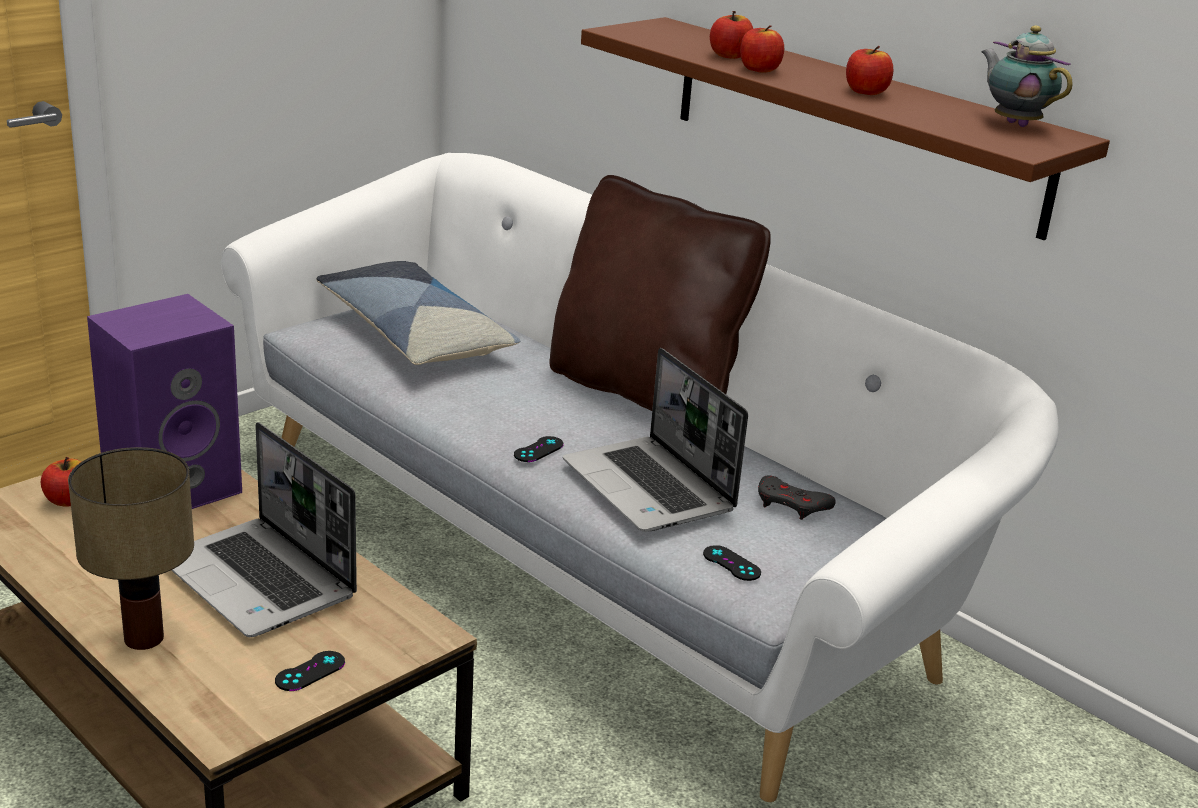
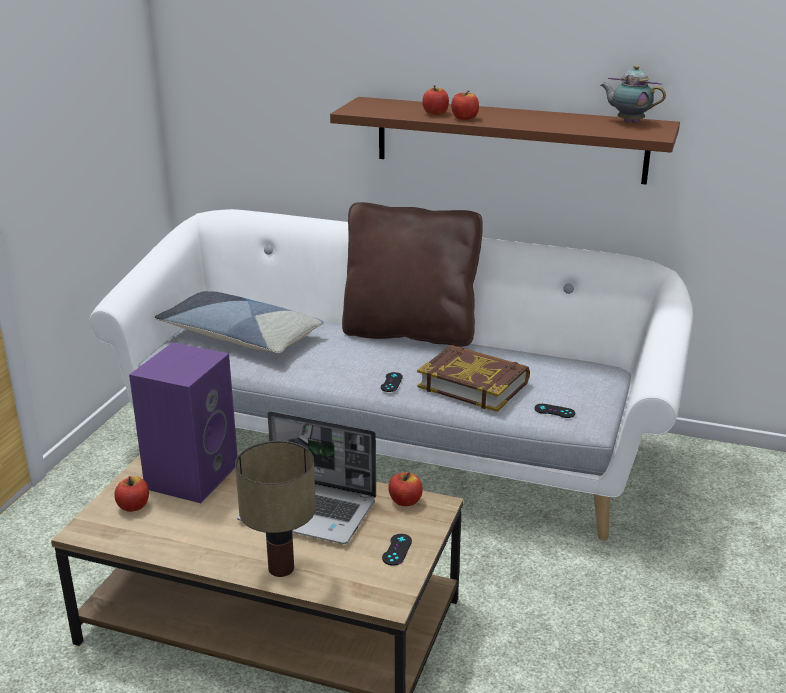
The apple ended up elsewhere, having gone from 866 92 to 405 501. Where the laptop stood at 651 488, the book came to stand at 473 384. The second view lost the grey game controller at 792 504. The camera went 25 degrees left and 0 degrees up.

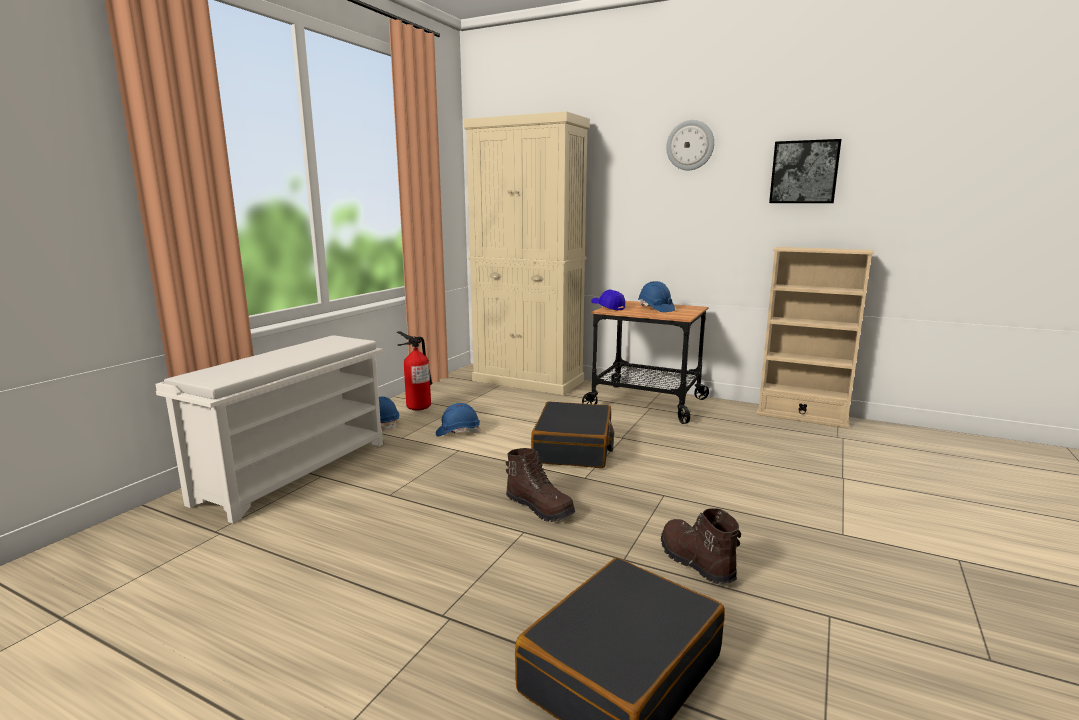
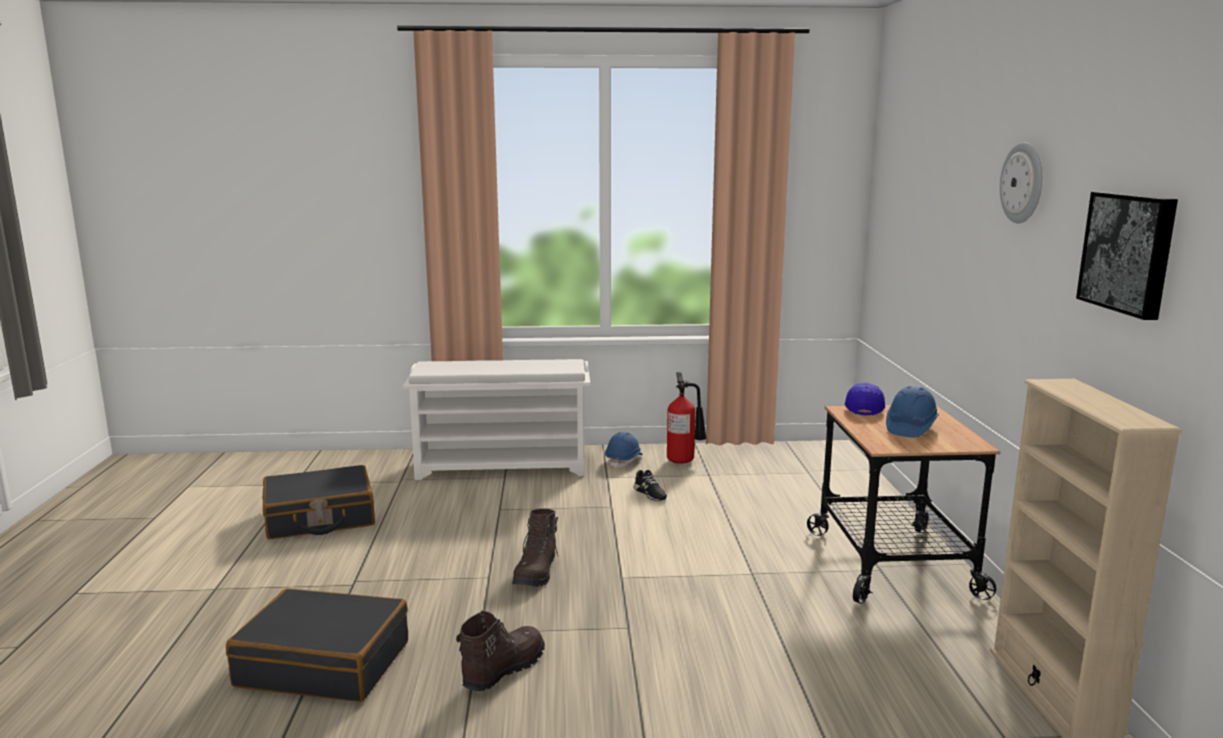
The black suitcase ended up elsewhere, having gone from 574 448 to 320 518. Where the blue hard hat stood at 458 432, the black shoe came to stand at 650 493. The second view lost the beige cabinet at 528 381. The camera went 60 degrees right and 0 degrees up.

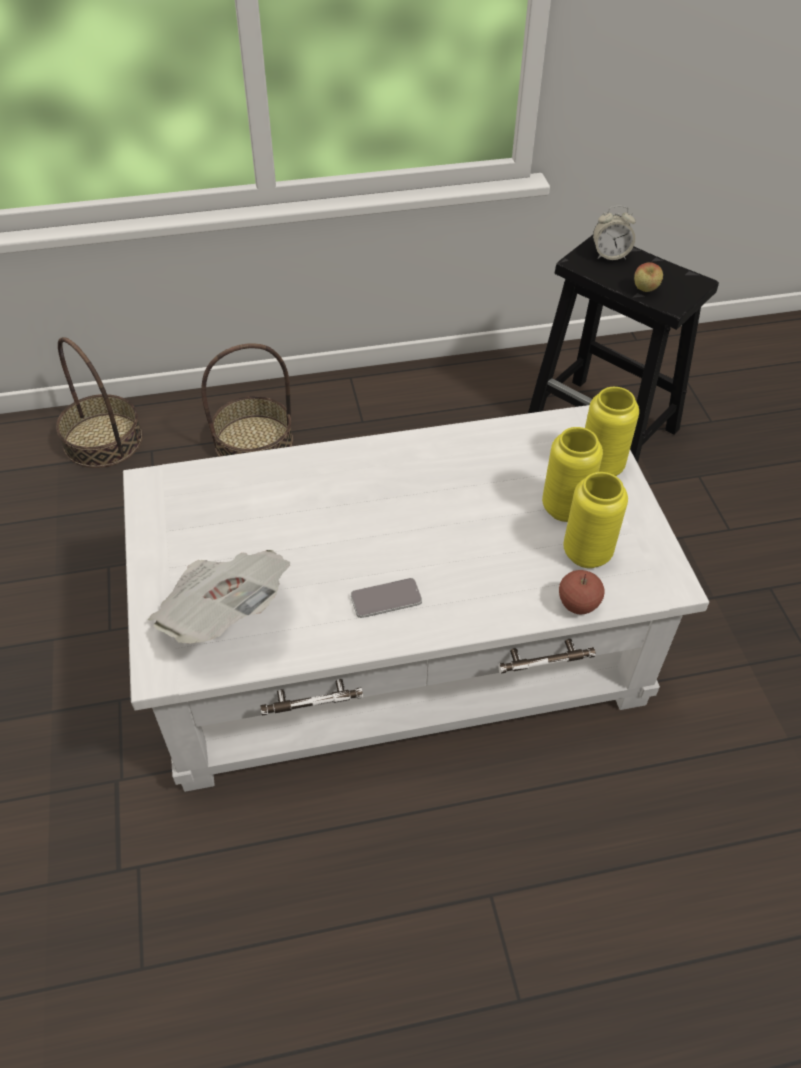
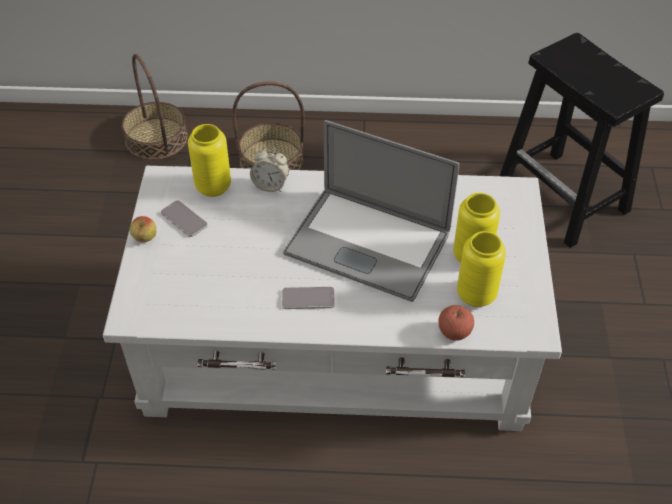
The apple ended up elsewhere, having gone from 645 290 to 145 239. The second view gained the phone at 184 219. The yellow vase ended up elsewhere, having gone from 600 467 to 213 187. The alarm clock ended up elsewhere, having gone from 610 255 to 270 185. The second view gained the laptop at 367 243. The second view lost the newspaper at 223 614. The camera went 15 degrees right and 0 degrees up.

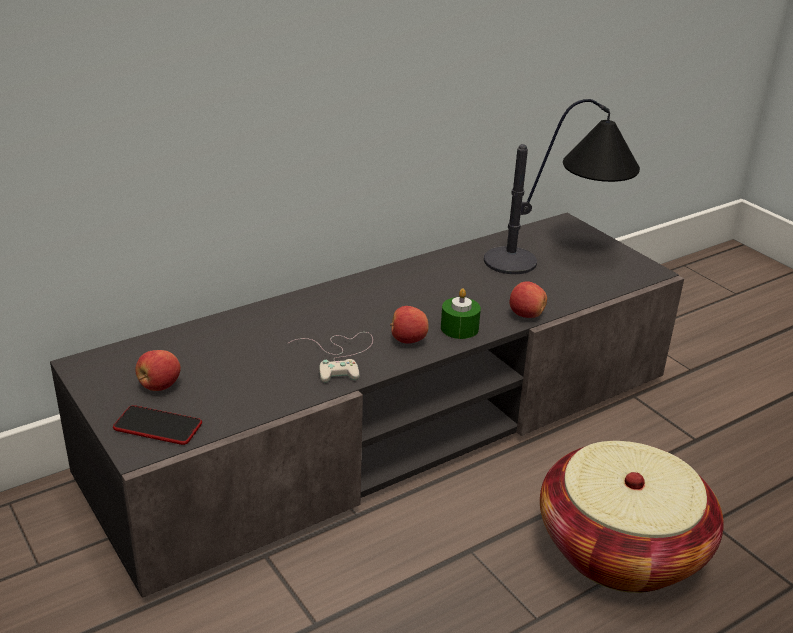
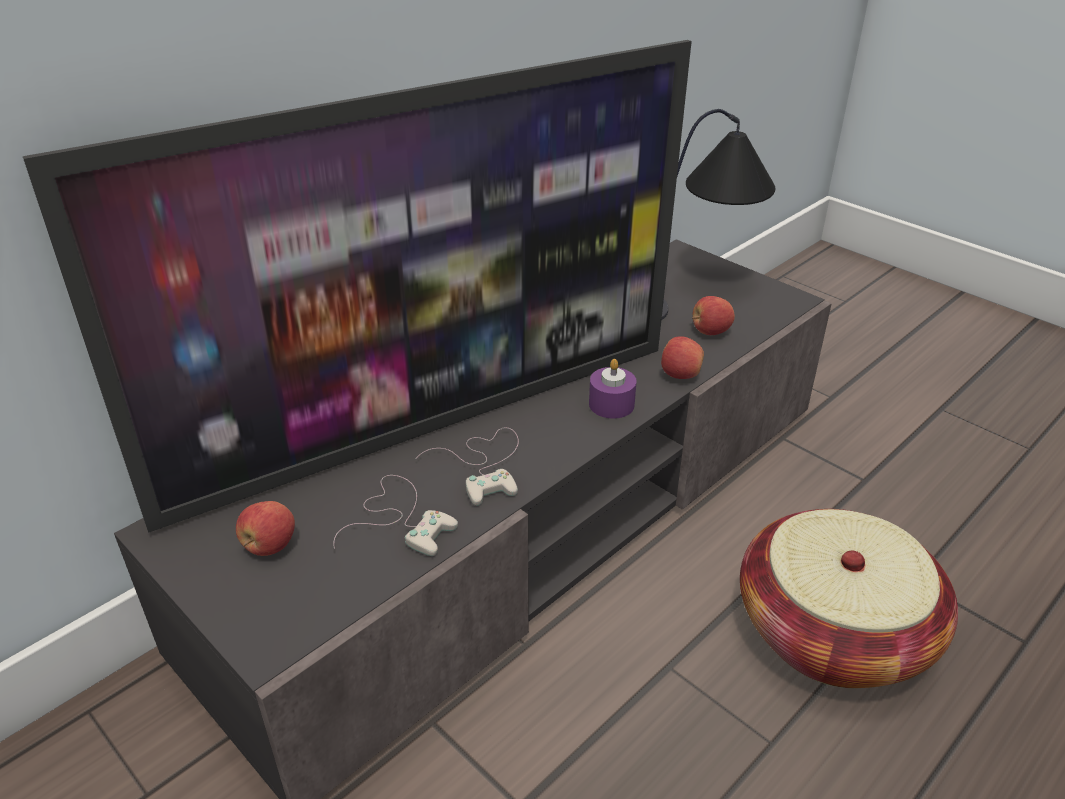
The second view gained the television at 432 424. The second view gained the white game controller at 399 519. What was the green candle at 459 328 turned into the purple candle at 611 404. The apple ended up elsewhere, having gone from 408 340 to 710 331. The second view lost the phone at 158 426. The camera went 10 degrees left and 5 degrees up.

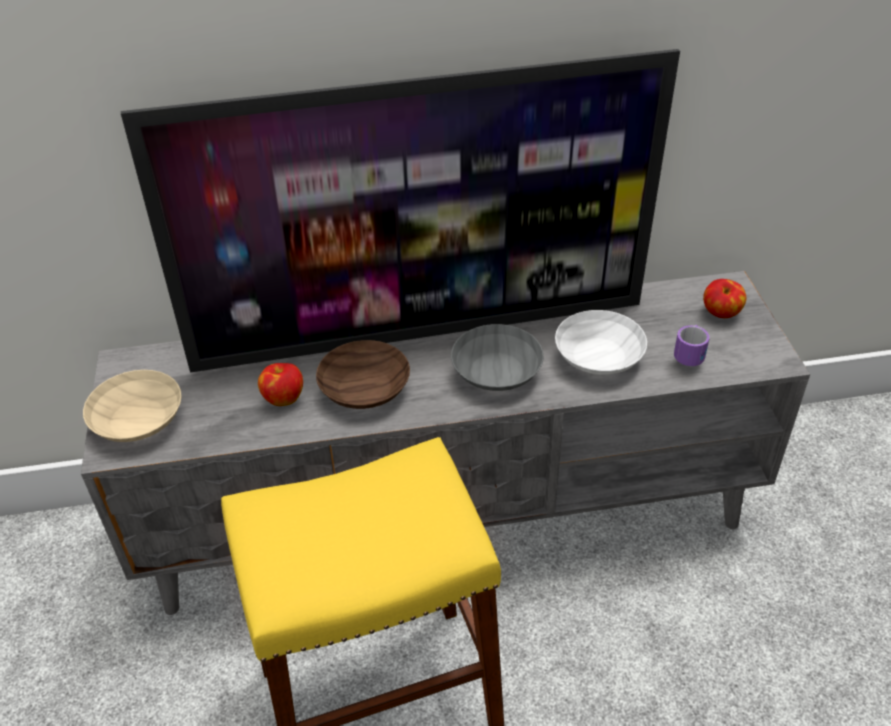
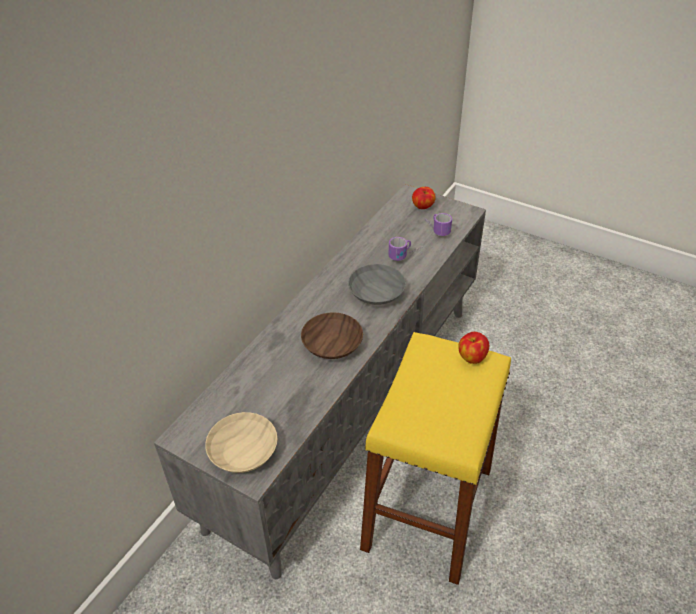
Where the white bowl stood at 600 356, the mug came to stand at 406 256. The apple ended up elsewhere, having gone from 283 398 to 471 357. The second view lost the television at 421 332. The camera went 50 degrees left and 0 degrees up.

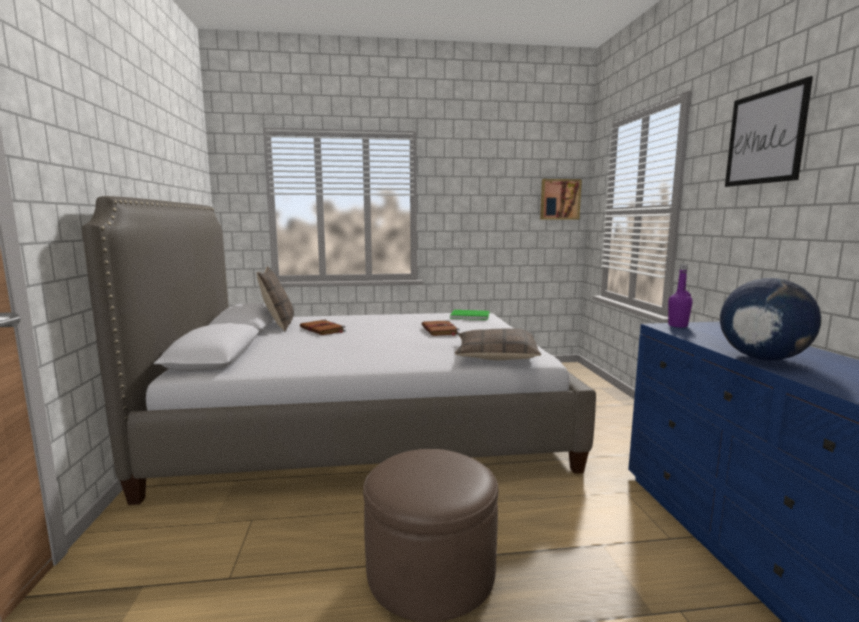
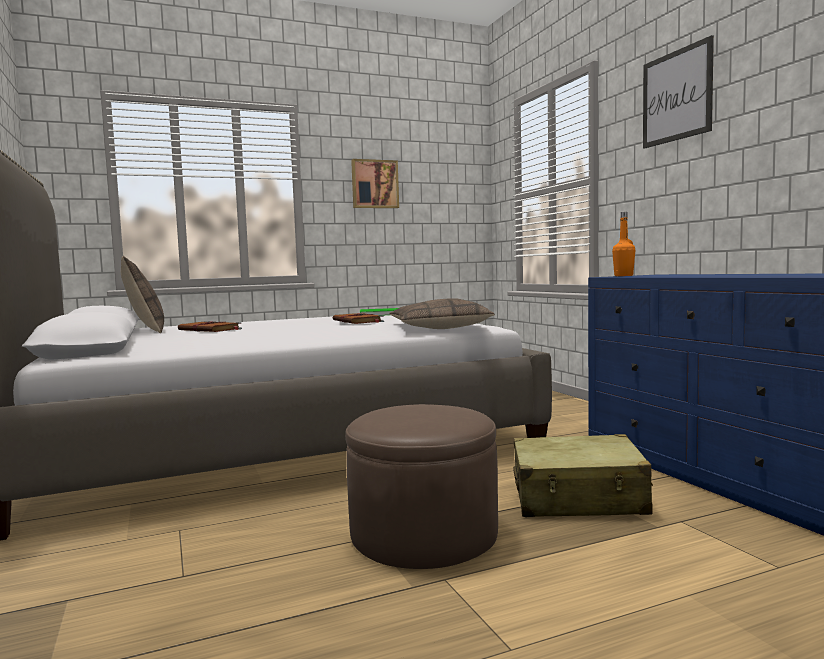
The picture ended up elsewhere, having gone from 559 199 to 374 184. The second view gained the beige suitcase at 578 498. What was the purple bottle at 677 325 turned into the orange bottle at 623 275. The second view lost the globe at 762 358. The camera went 15 degrees left and 5 degrees down.

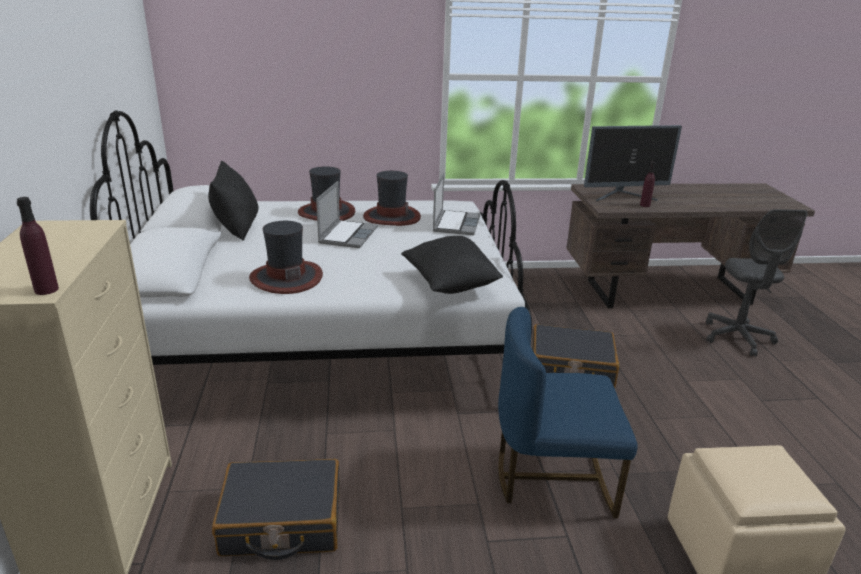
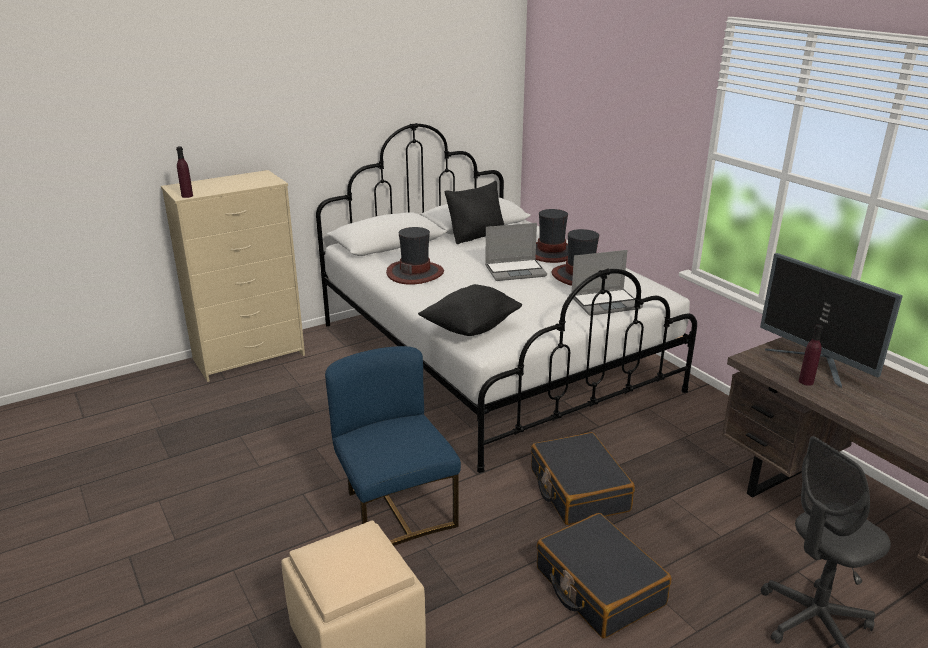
The black suitcase ended up elsewhere, having gone from 282 521 to 598 587. The camera went 65 degrees right and 0 degrees up.

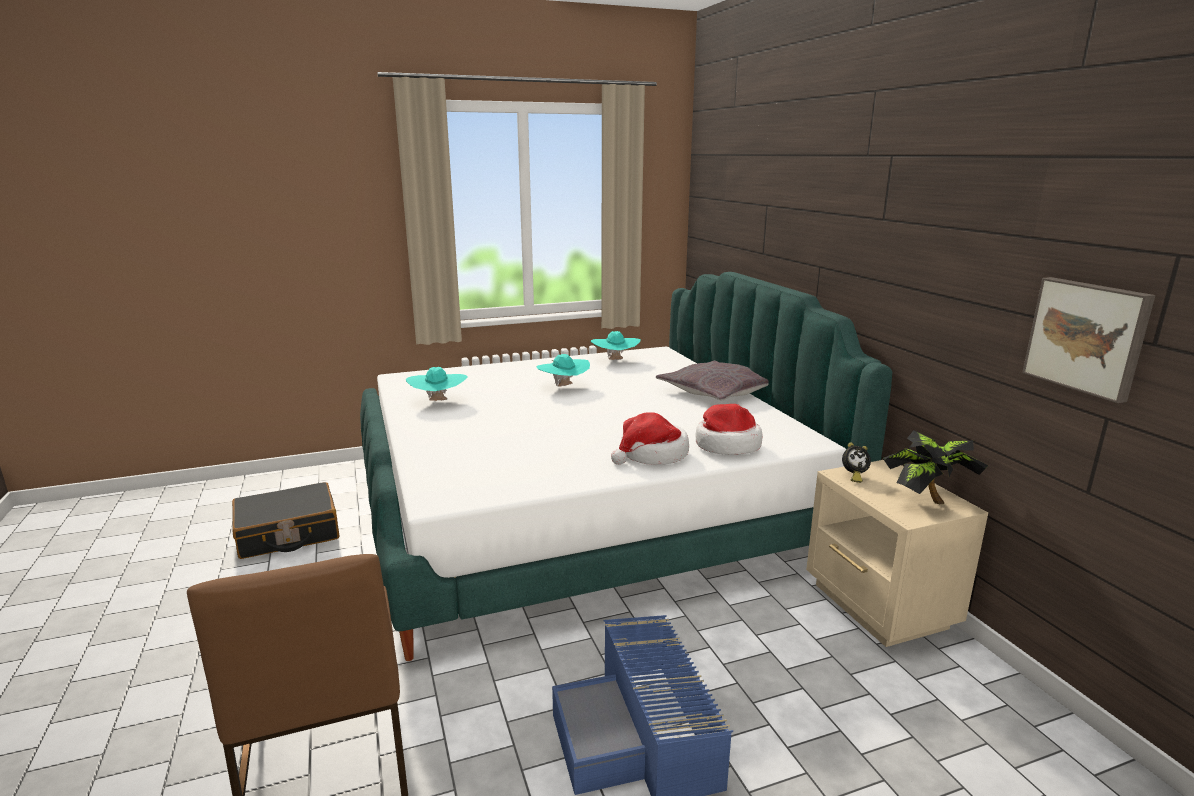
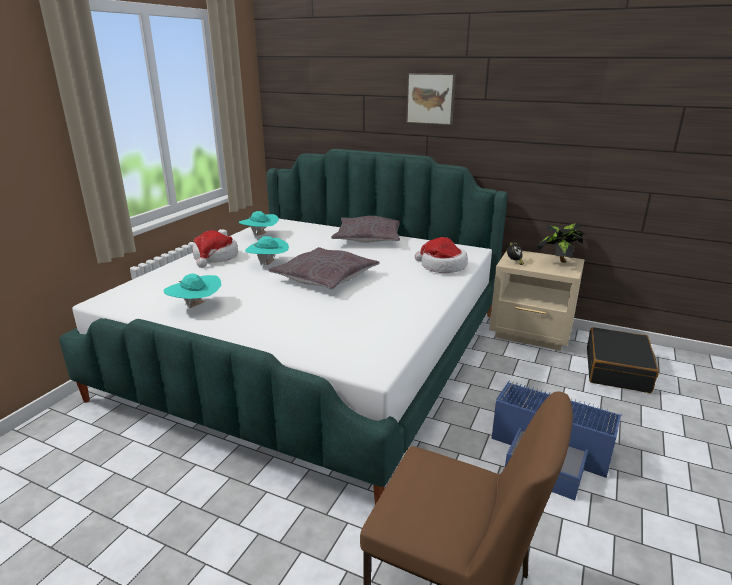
The hat ended up elsewhere, having gone from 652 455 to 215 258. The second view gained the grey pillow at 325 277. The picture ended up elsewhere, having gone from 1087 336 to 431 98. The black suitcase ended up elsewhere, having gone from 288 533 to 617 370. The camera went 45 degrees left and 5 degrees up.

